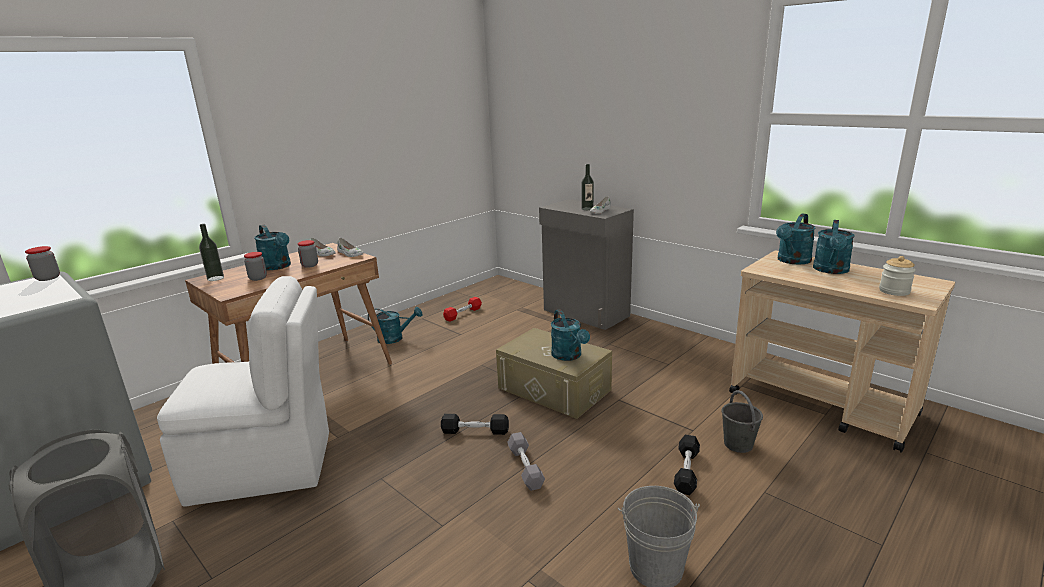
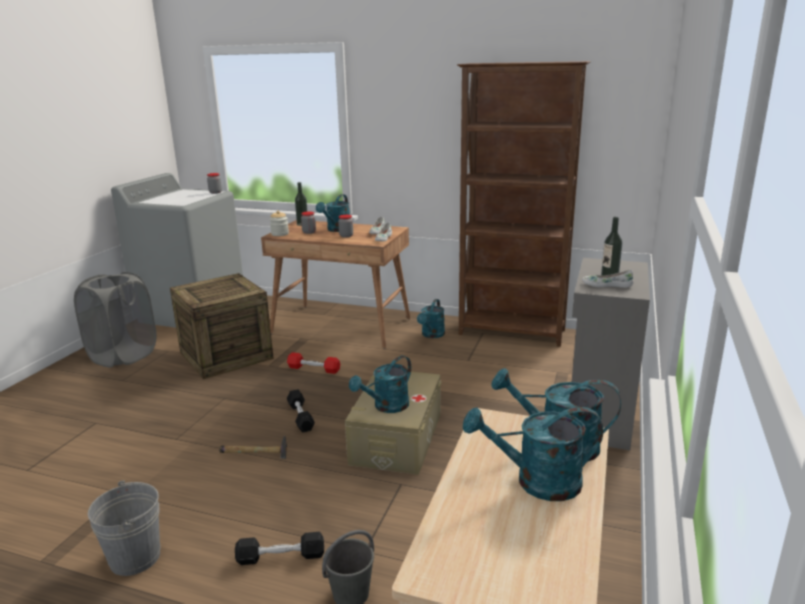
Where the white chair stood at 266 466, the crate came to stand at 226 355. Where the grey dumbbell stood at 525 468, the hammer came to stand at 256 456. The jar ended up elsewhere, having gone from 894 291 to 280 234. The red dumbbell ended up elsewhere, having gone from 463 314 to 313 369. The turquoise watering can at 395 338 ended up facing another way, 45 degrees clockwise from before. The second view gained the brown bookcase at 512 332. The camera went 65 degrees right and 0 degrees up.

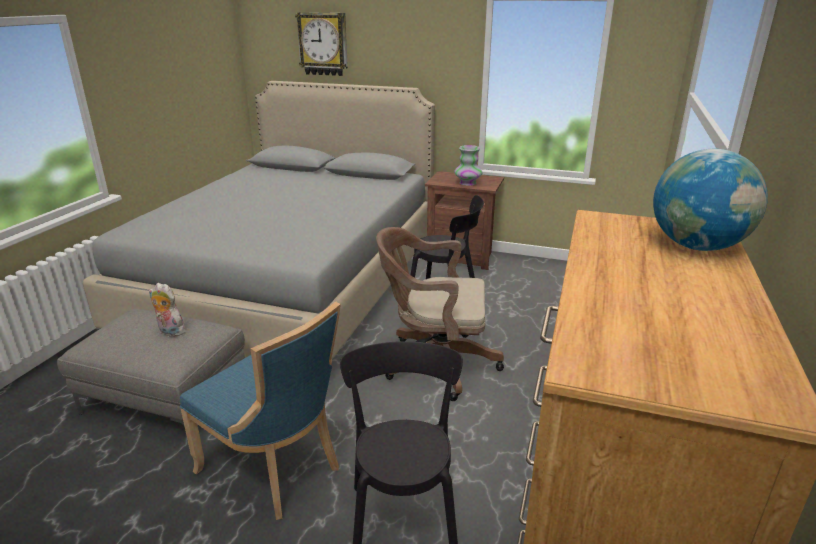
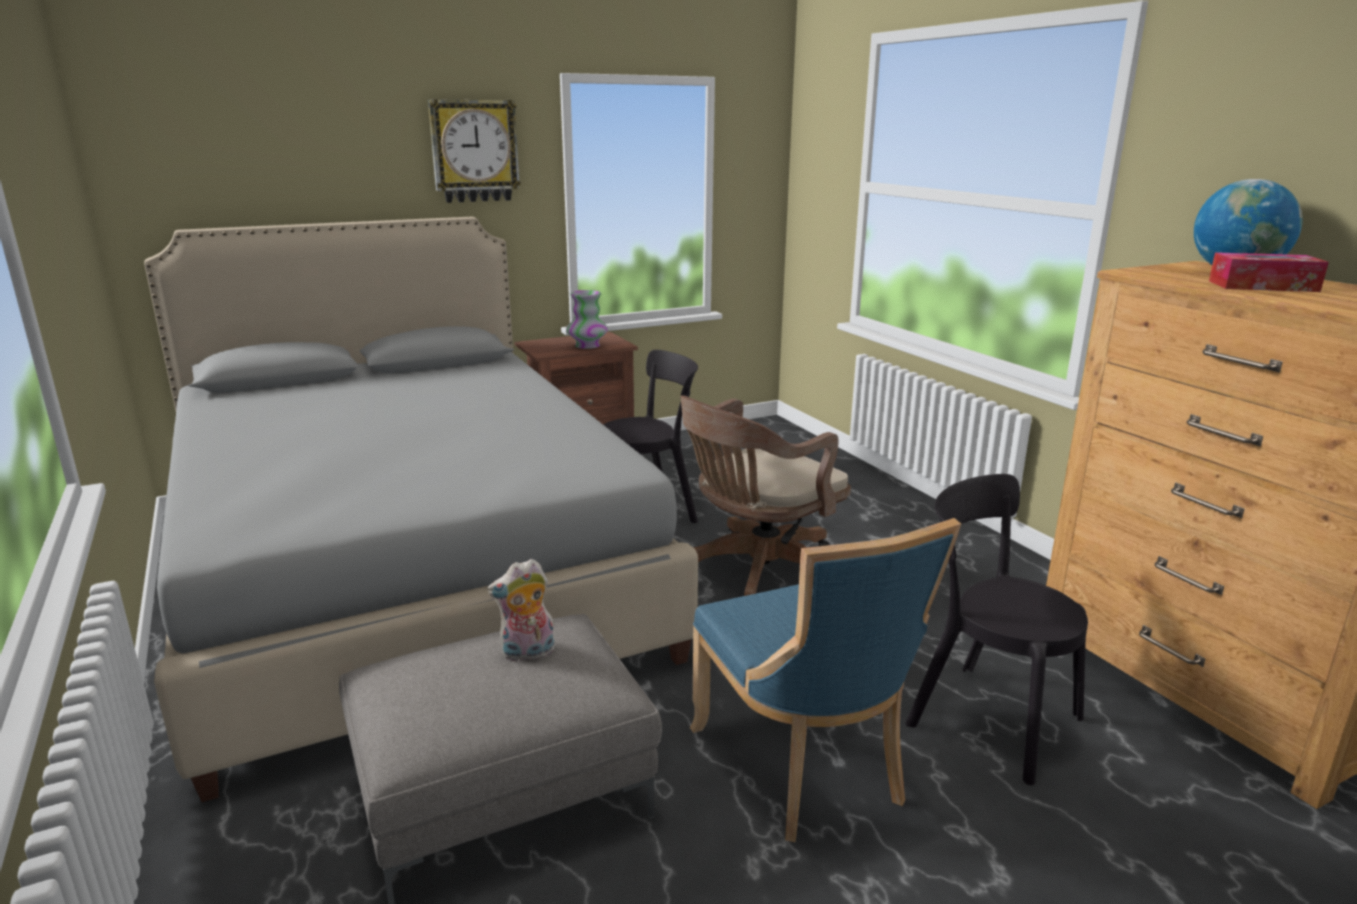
The wall clock ended up elsewhere, having gone from 323 44 to 474 151. The blue chair at 275 469 ended up facing another way, 75 degrees clockwise from before. The second view gained the tissue box at 1262 286. The camera went 45 degrees left and 5 degrees down.

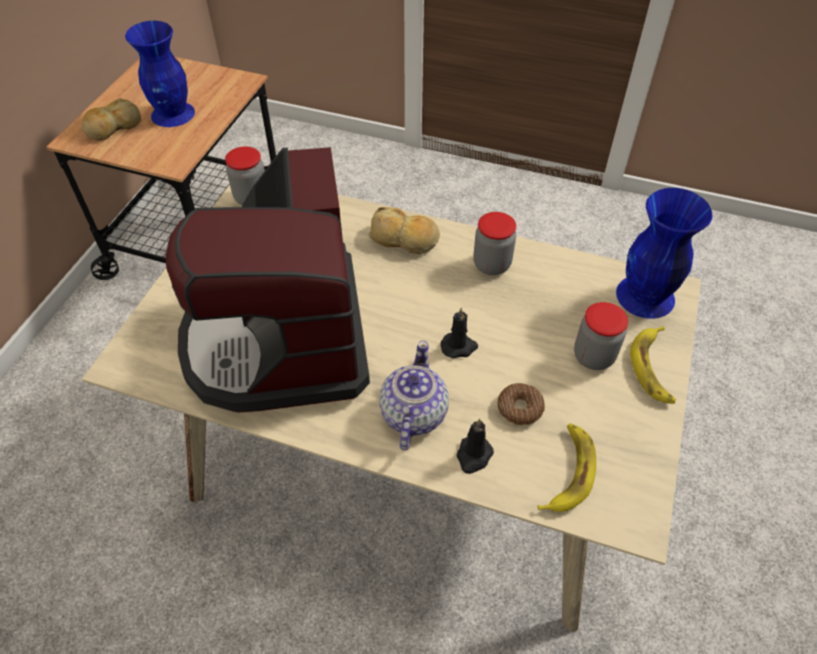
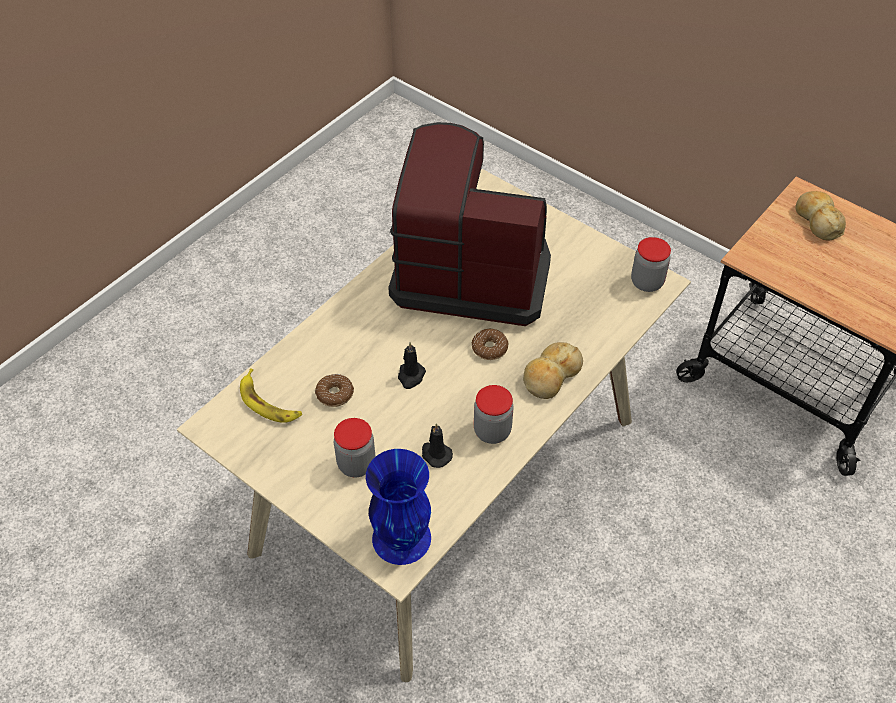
The black candle ended up elsewhere, having gone from 473 456 to 435 454. The second view gained the donut at 489 348. The second view lost the blue vase at 173 114. The second view lost the teapot at 412 414. The second view lost the banana at 653 368. The camera went 110 degrees right and 0 degrees up.

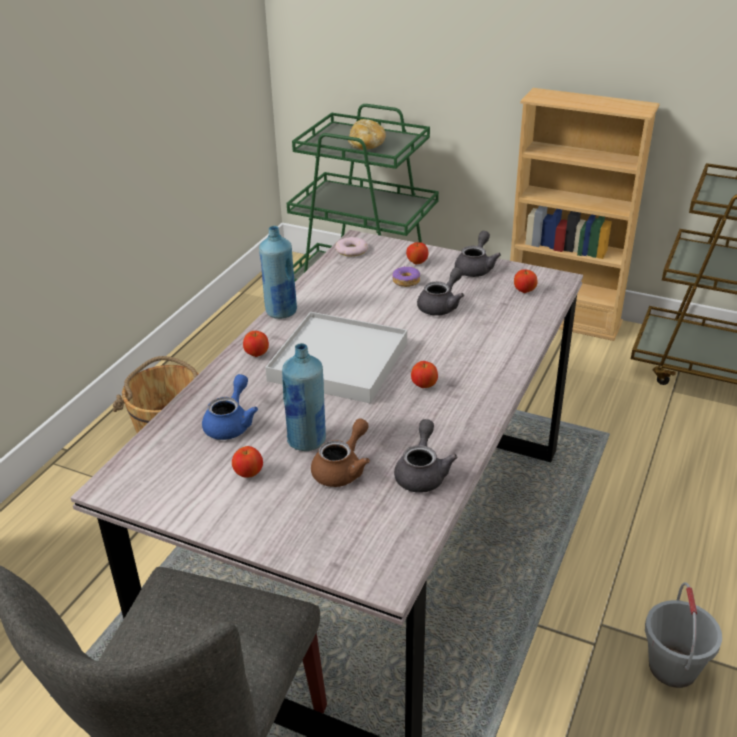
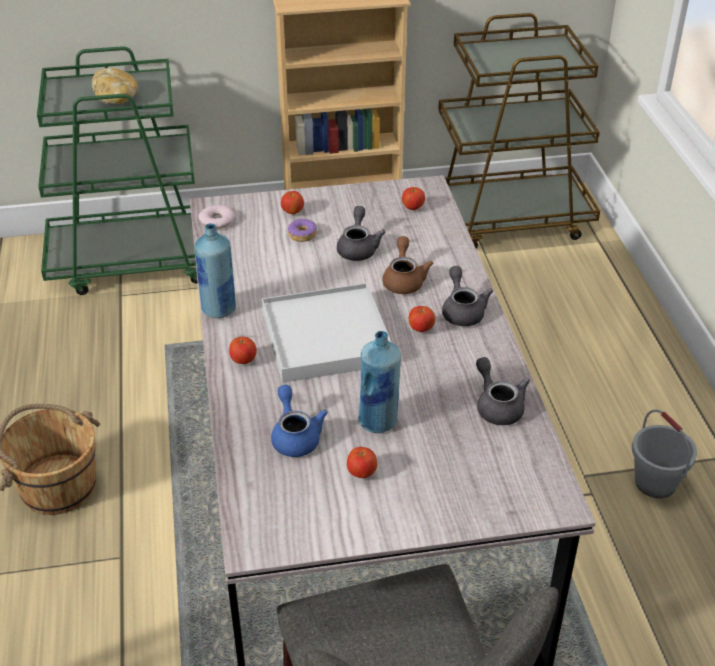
The brown teapot ended up elsewhere, having gone from 342 469 to 404 280. The grey teapot ended up elsewhere, having gone from 475 268 to 462 311. The camera went 35 degrees left and 5 degrees up.

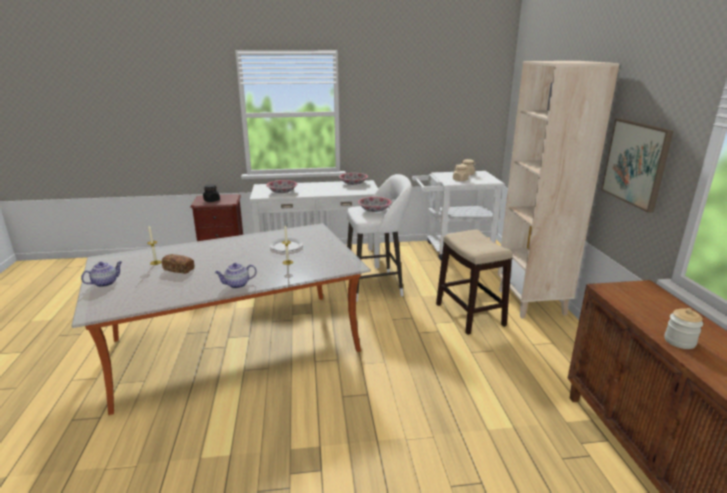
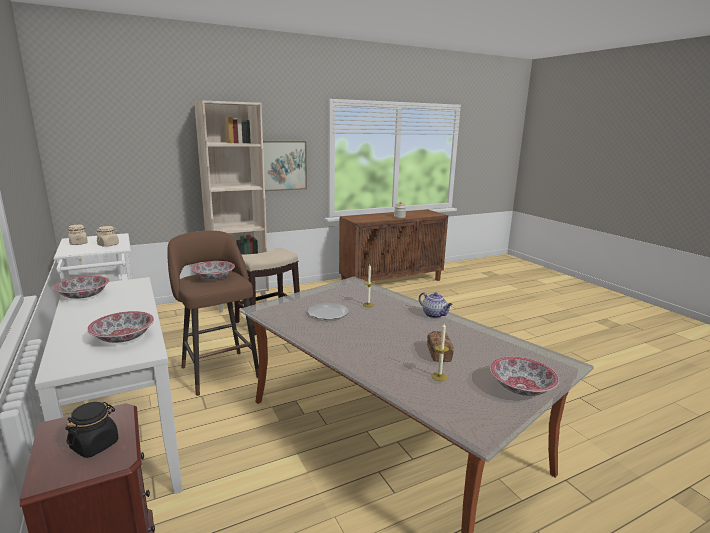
What was the white stool at 377 287 turned into the brown stool at 218 370. Where the teapot stood at 105 283, the bowl came to stand at 520 388. The camera went 110 degrees left and 5 degrees down.

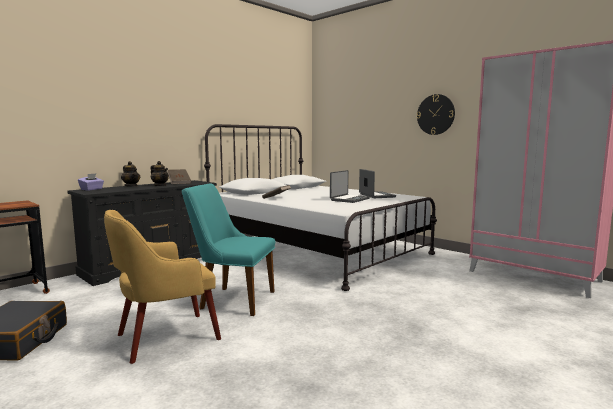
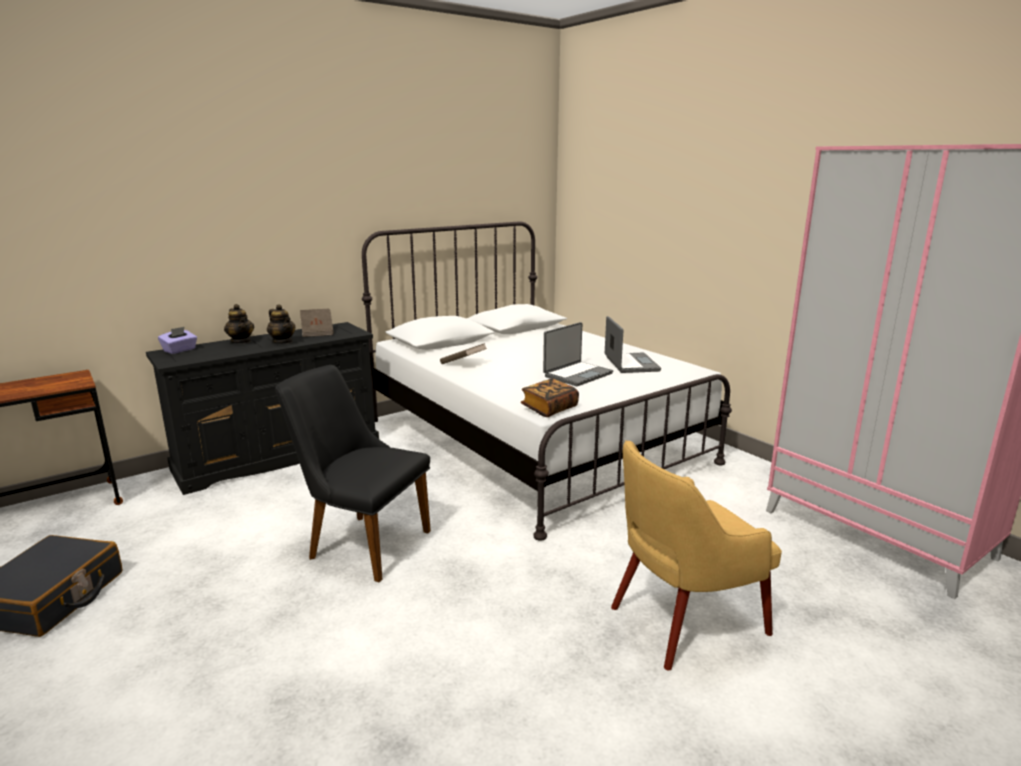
What was the turquoise chair at 231 299 turned into the black chair at 360 542. The second view gained the book at 549 408. The yellow armchair ended up elsewhere, having gone from 165 337 to 684 621. The second view lost the wall clock at 435 114. The camera went 10 degrees right and 10 degrees up.

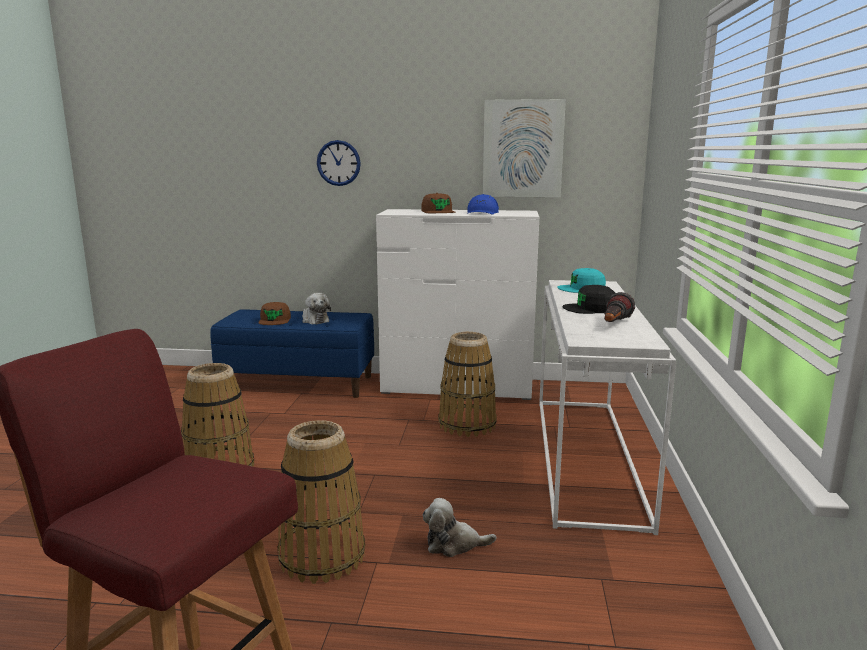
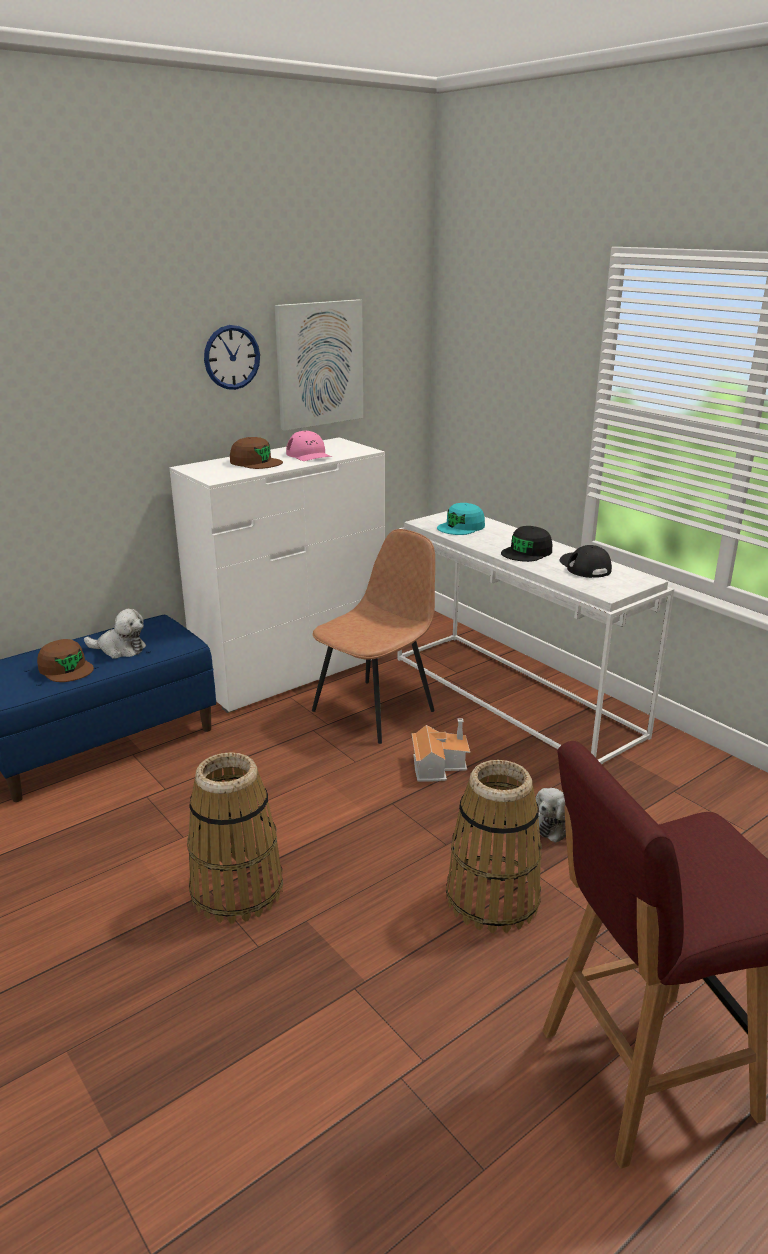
The wall clock ended up elsewhere, having gone from 338 163 to 232 357. What was the blue cap at 482 213 turned into the pink cap at 309 455. Where the basket stood at 467 424, the brown chair came to stand at 375 710. The second view gained the toy house at 438 764. Where the flashlight stood at 614 325, the black cap came to stand at 584 567. The camera went 45 degrees left and 10 degrees up.

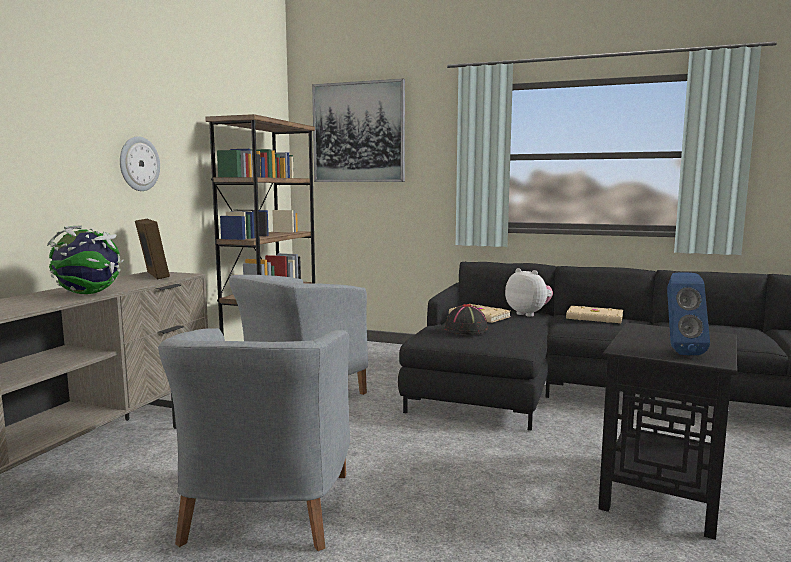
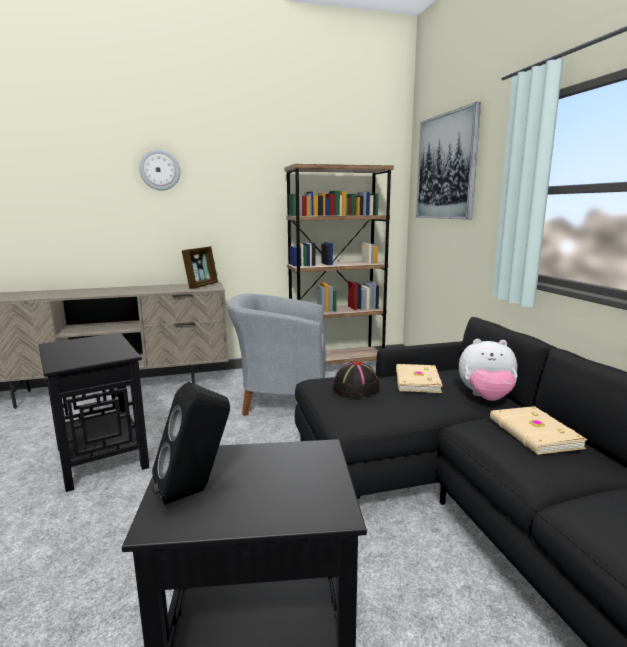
Where the grey armchair stood at 266 511, the black side table came to stand at 101 456. The wall clock ended up elsewhere, having gone from 139 164 to 160 170. What was the blue speaker at 679 352 turned into the black speaker at 195 492. The plush toy at 528 314 ended up facing another way, 90 degrees clockwise from before. The second view lost the globe at 89 294. The camera went 55 degrees right and 5 degrees up.

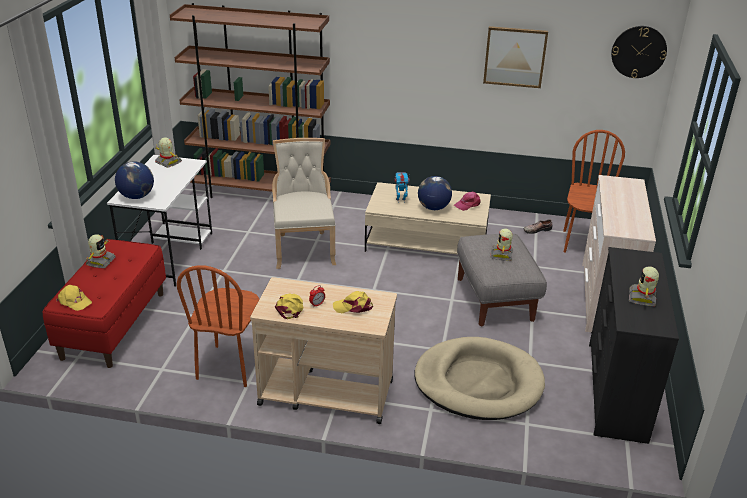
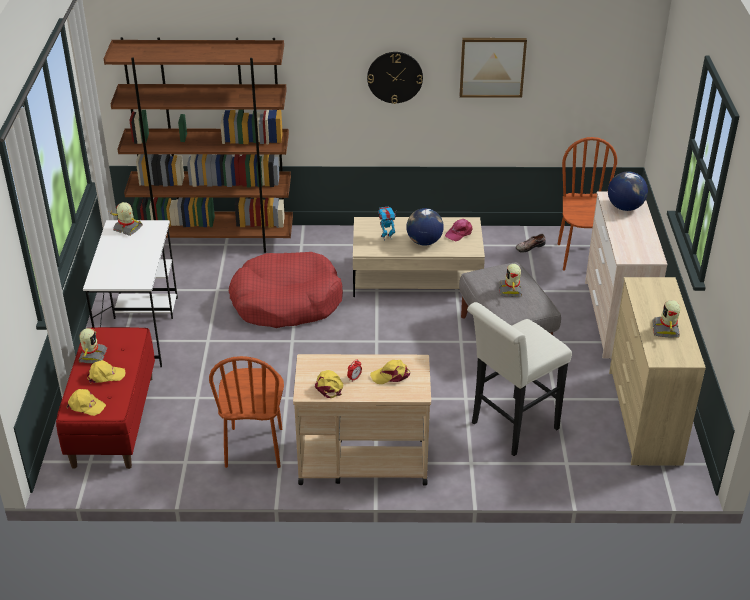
The second view gained the yellow cap at 105 376. Where the beige chair stood at 304 248, the red dog bed came to stand at 286 302. The wall clock ended up elsewhere, having gone from 638 52 to 395 77. Where the beige dog bed stood at 478 382, the white stool came to stand at 510 428. The globe ended up elsewhere, having gone from 137 196 to 625 207. What was the black dresser at 615 391 turned into the beige dresser at 643 417. The camera went 10 degrees left and 5 degrees up.

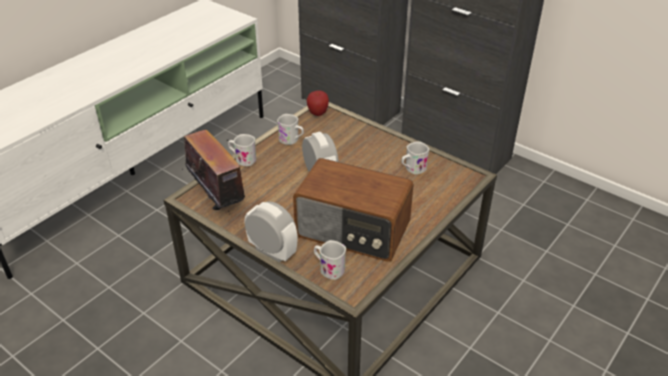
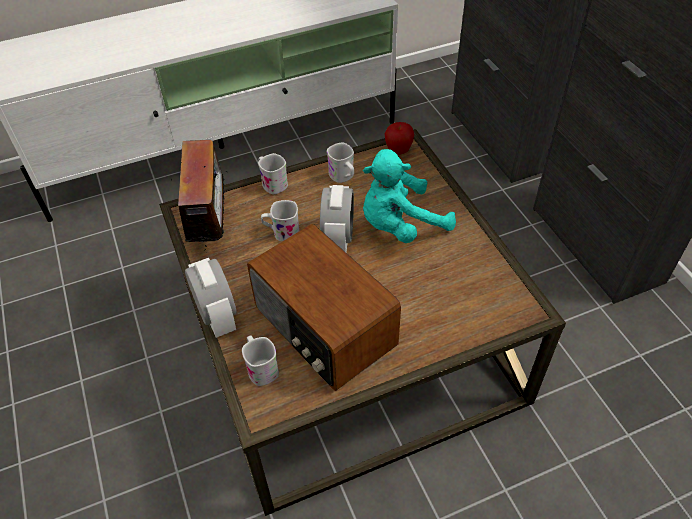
The white mug ended up elsewhere, having gone from 412 169 to 281 232. The second view gained the turquoise plush toy at 400 225. The camera went 30 degrees right and 10 degrees up.

